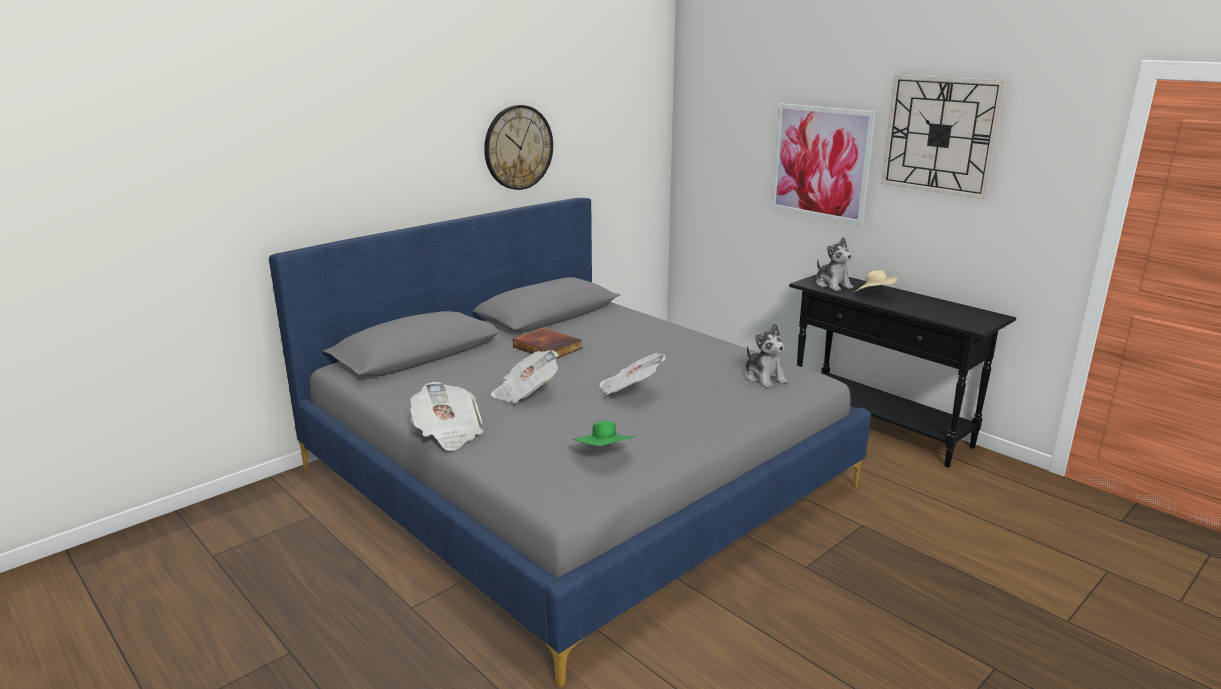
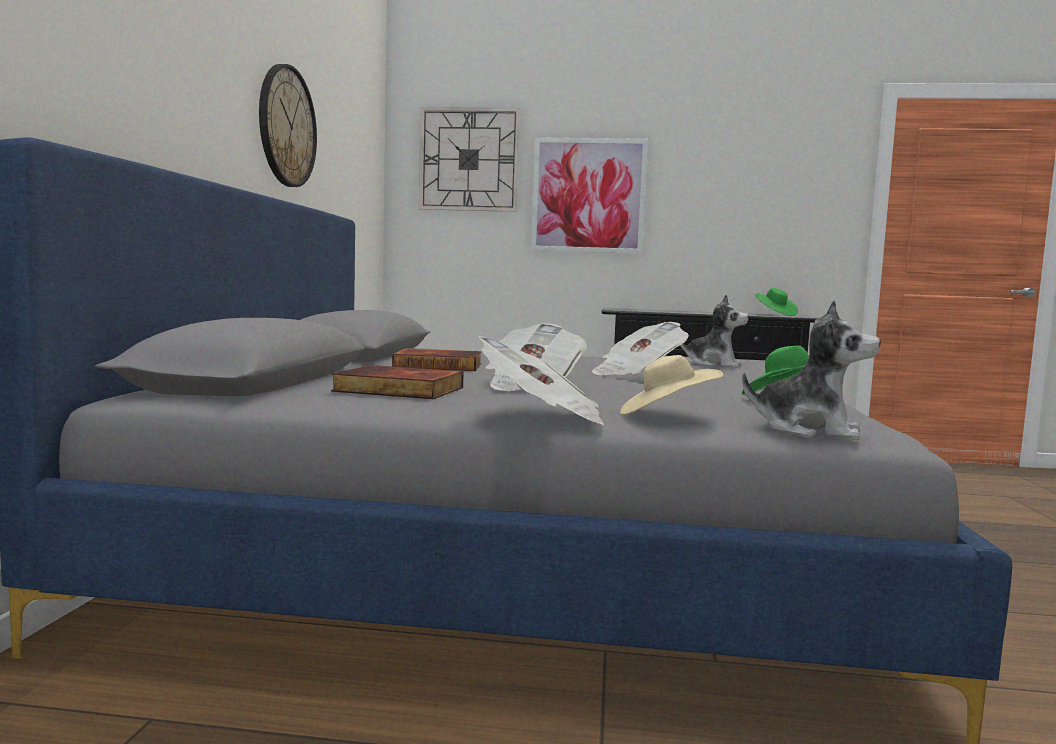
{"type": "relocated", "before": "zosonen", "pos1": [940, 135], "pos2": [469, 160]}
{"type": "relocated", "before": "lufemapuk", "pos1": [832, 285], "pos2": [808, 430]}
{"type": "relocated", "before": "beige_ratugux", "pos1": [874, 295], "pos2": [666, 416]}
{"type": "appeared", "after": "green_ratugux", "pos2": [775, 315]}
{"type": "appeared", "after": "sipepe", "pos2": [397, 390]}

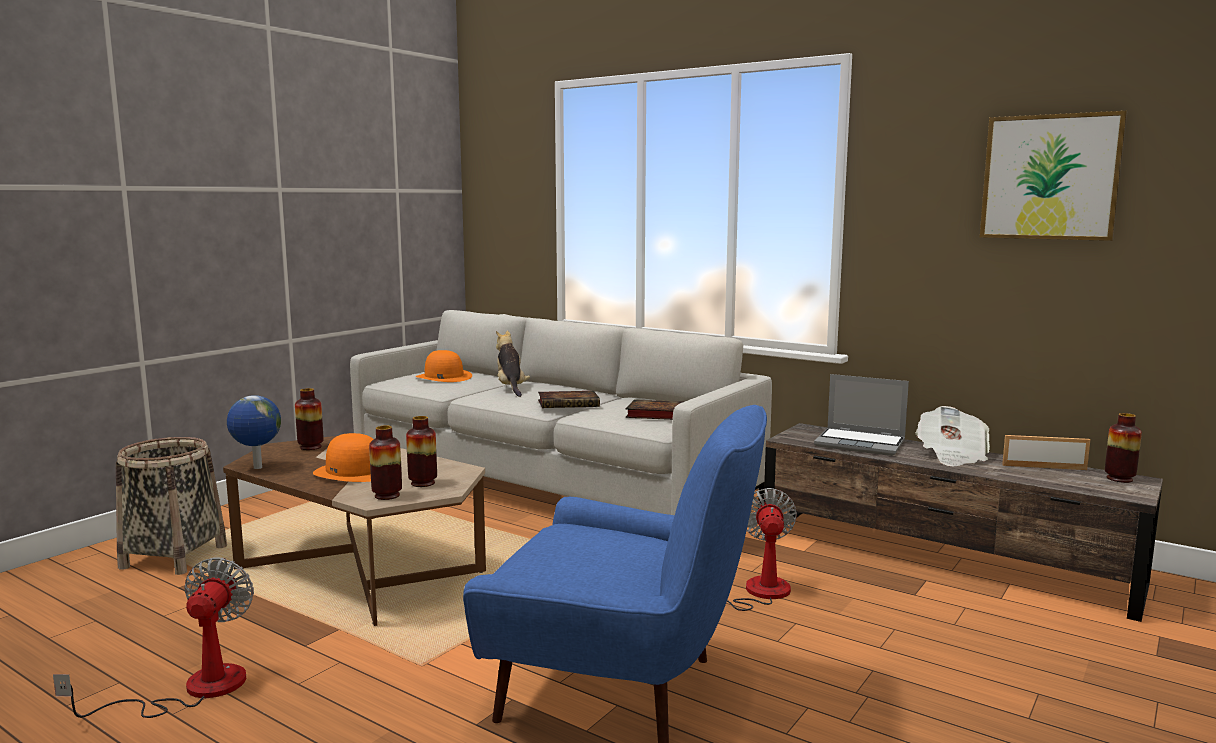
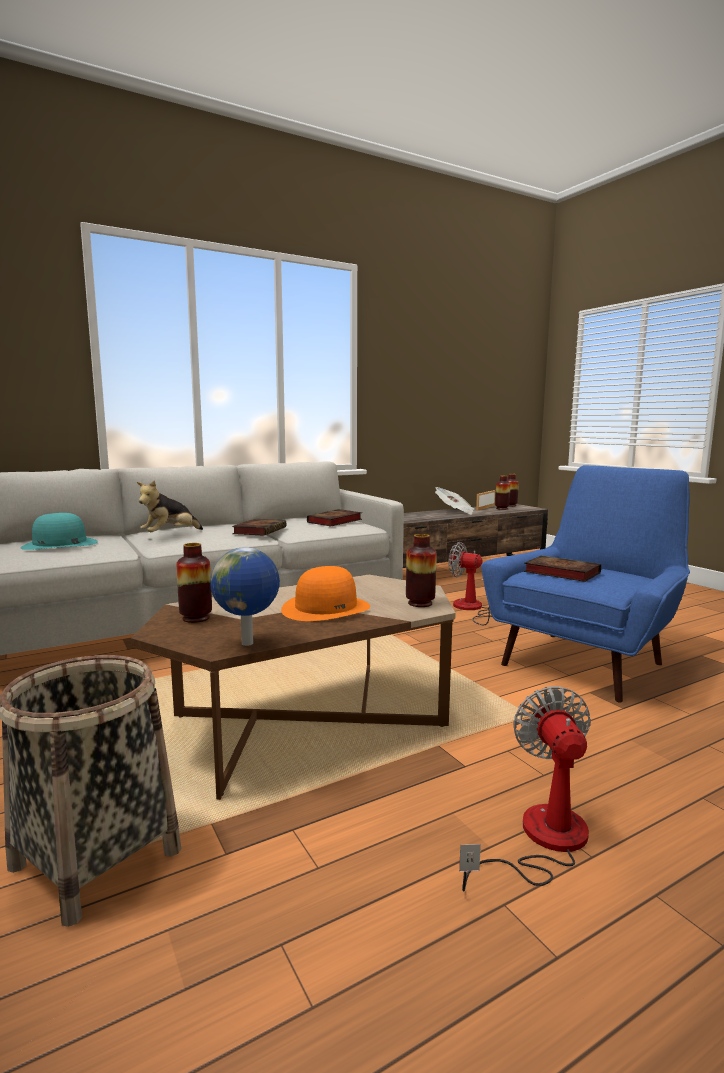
{"type": "missing", "before": "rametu", "pos1": [1050, 177]}
{"type": "spun", "before": "lufemapuk", "pos1": [511, 388], "pos2": [170, 535], "turn": -60}
{"type": "colour", "before": "orange_ratugux", "after": "turquoise_ratugux", "pos1": [443, 377], "pos2": [59, 544]}
{"type": "missing", "before": "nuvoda", "pos1": [861, 443]}
{"type": "relocated", "before": "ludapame", "pos1": [423, 483], "pos2": [502, 508]}
{"type": "spun", "before": "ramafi", "pos1": [193, 690], "pos2": [541, 841], "turn": 60}
{"type": "appeared", "after": "sipepe", "pos2": [559, 572]}

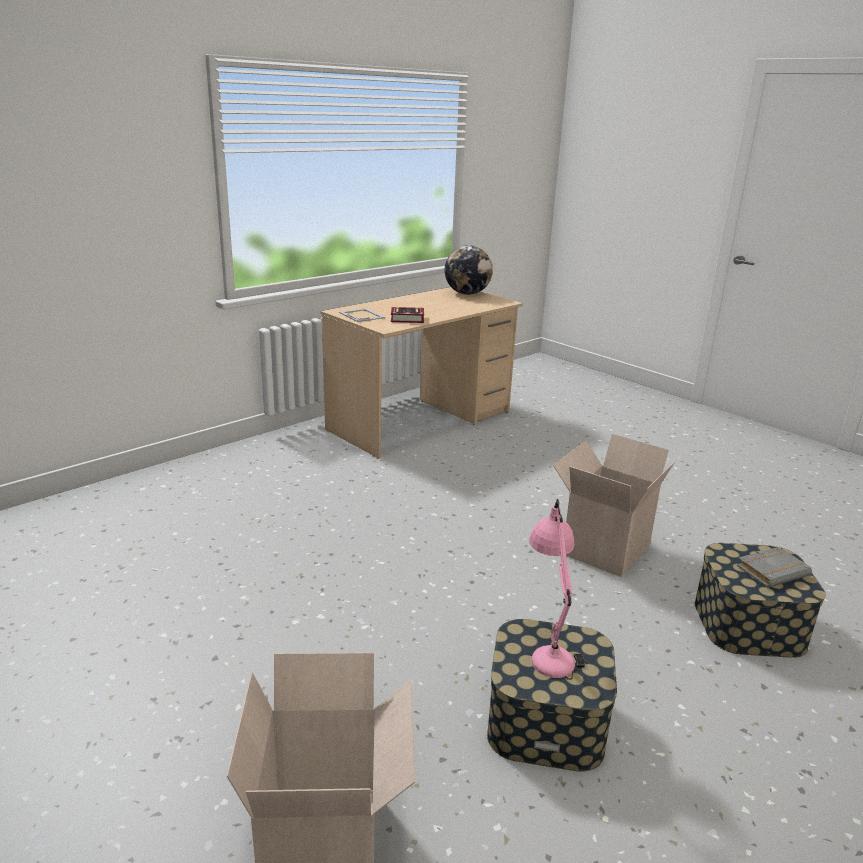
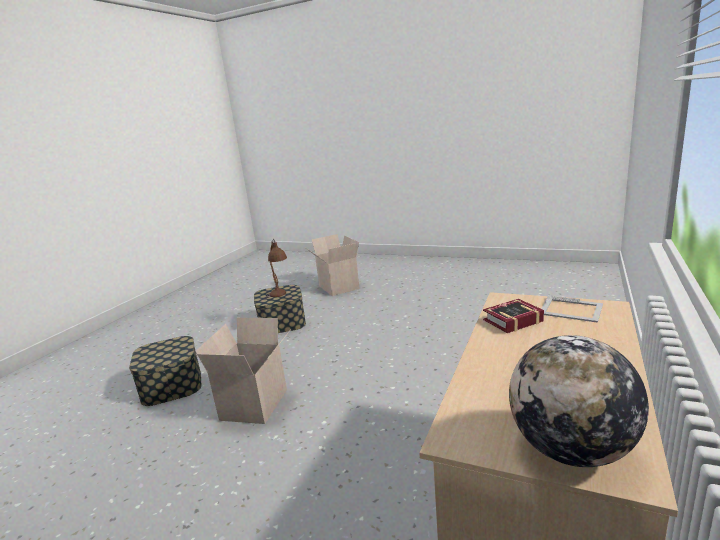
{"type": "colour", "before": "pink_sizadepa", "after": "brown_sizadepa", "pos1": [549, 646], "pos2": [280, 296]}
{"type": "missing", "before": "grey_sipepe", "pos1": [772, 570]}

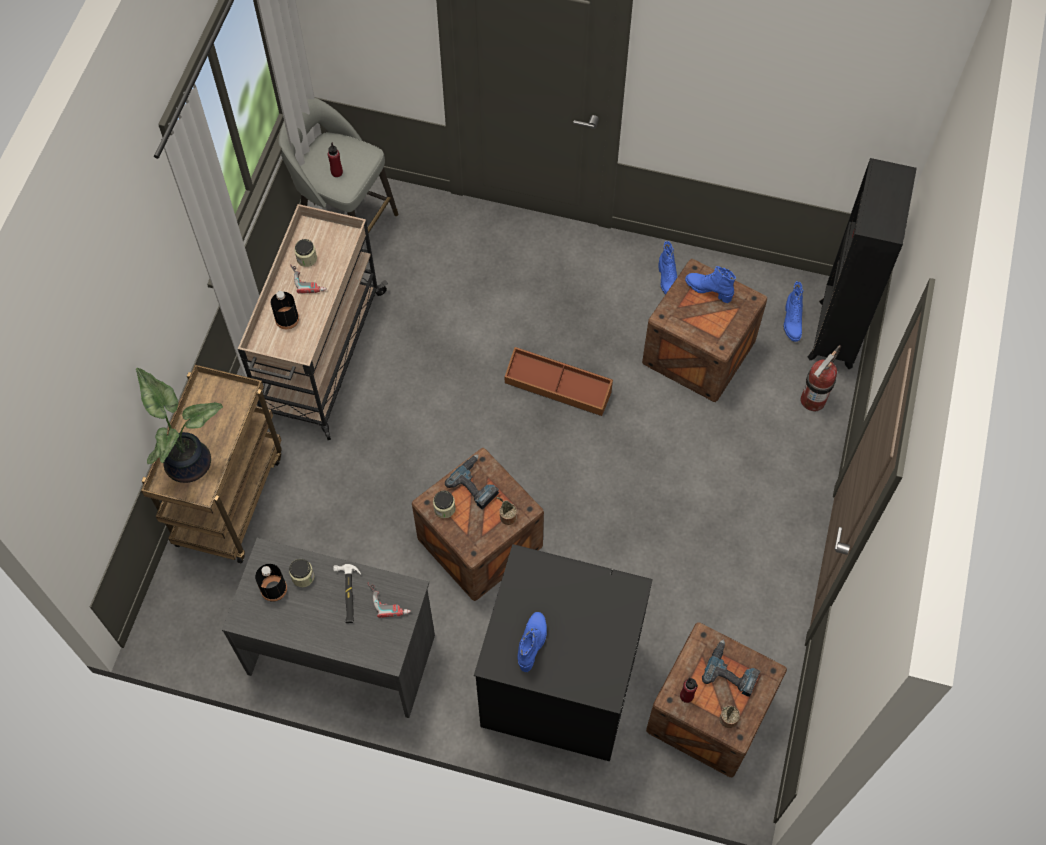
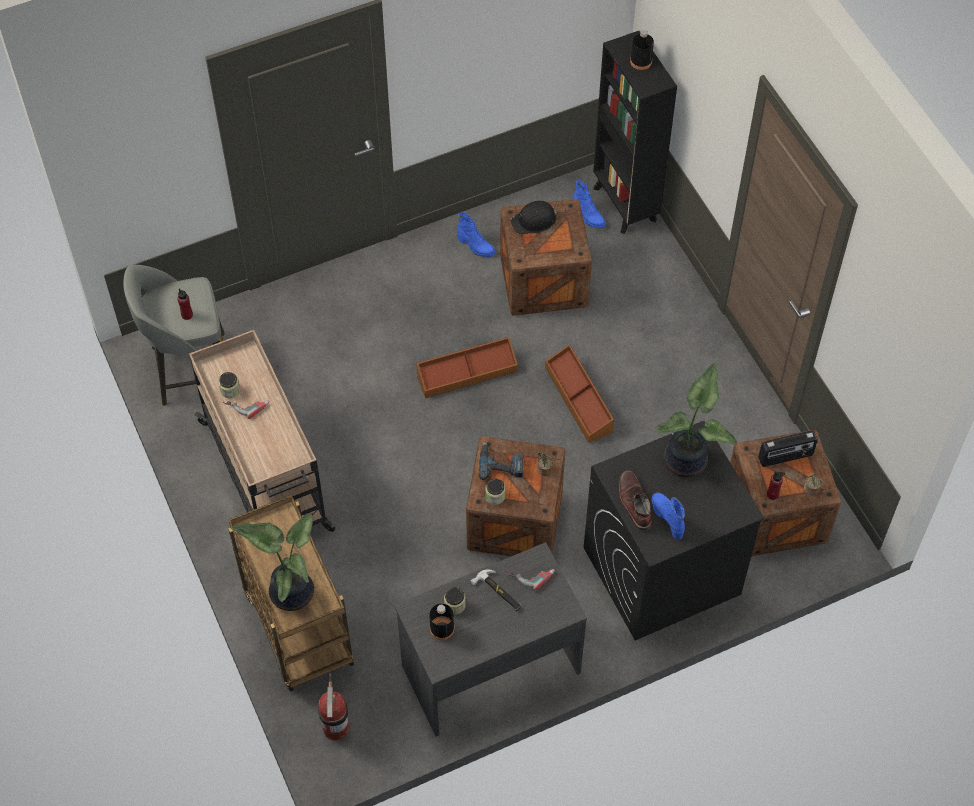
{"type": "exchanged", "before": "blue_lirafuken", "after": "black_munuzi", "pos1": [708, 290], "pos2": [534, 220]}
{"type": "relocated", "before": "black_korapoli", "pos1": [287, 319], "pos2": [641, 61]}
{"type": "relocated", "before": "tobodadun", "pos1": [813, 400], "pos2": [336, 728]}
{"type": "exchanged", "before": "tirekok", "after": "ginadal", "pos1": [732, 671], "pos2": [785, 457]}
{"type": "appeared", "after": "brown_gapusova", "pos2": [579, 399]}
{"type": "appeared", "after": "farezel", "pos2": [688, 459]}
{"type": "appeared", "after": "brown_lirafuken", "pos2": [634, 503]}

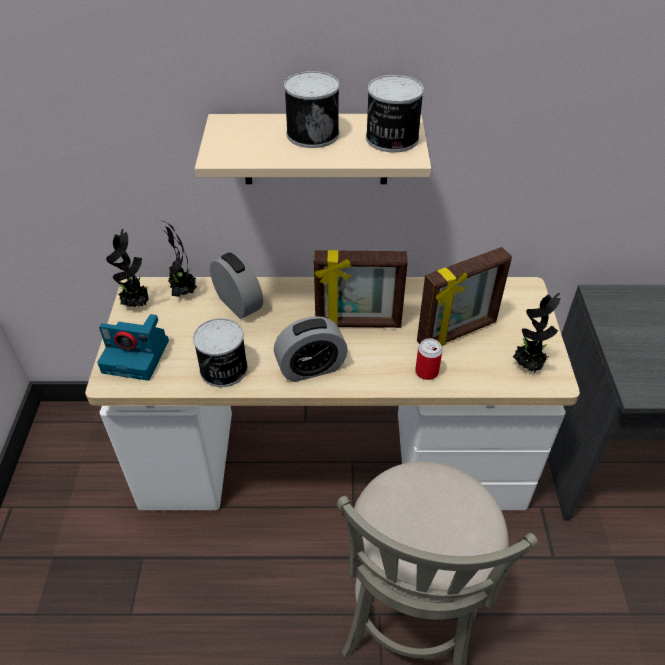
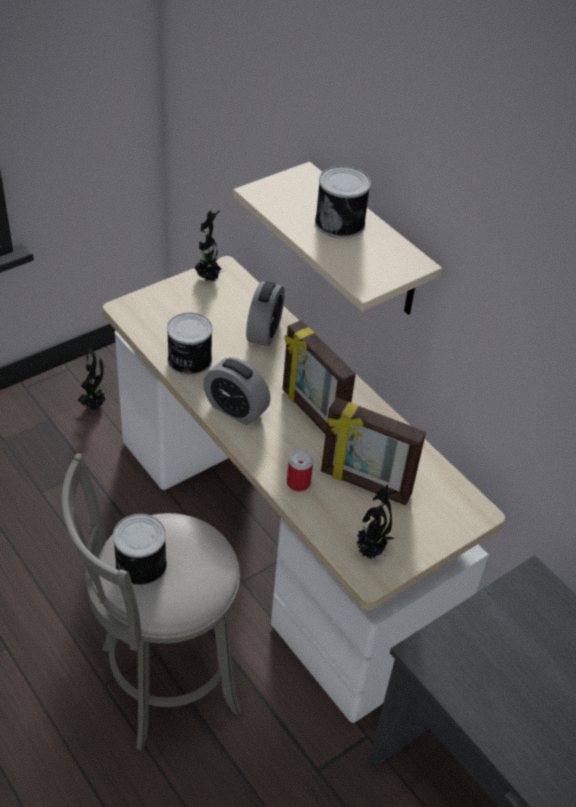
{"type": "relocated", "before": "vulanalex", "pos1": [391, 139], "pos2": [139, 565]}
{"type": "relocated", "before": "farezel", "pos1": [183, 292], "pos2": [94, 404]}
{"type": "missing", "before": "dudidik", "pos1": [137, 356]}

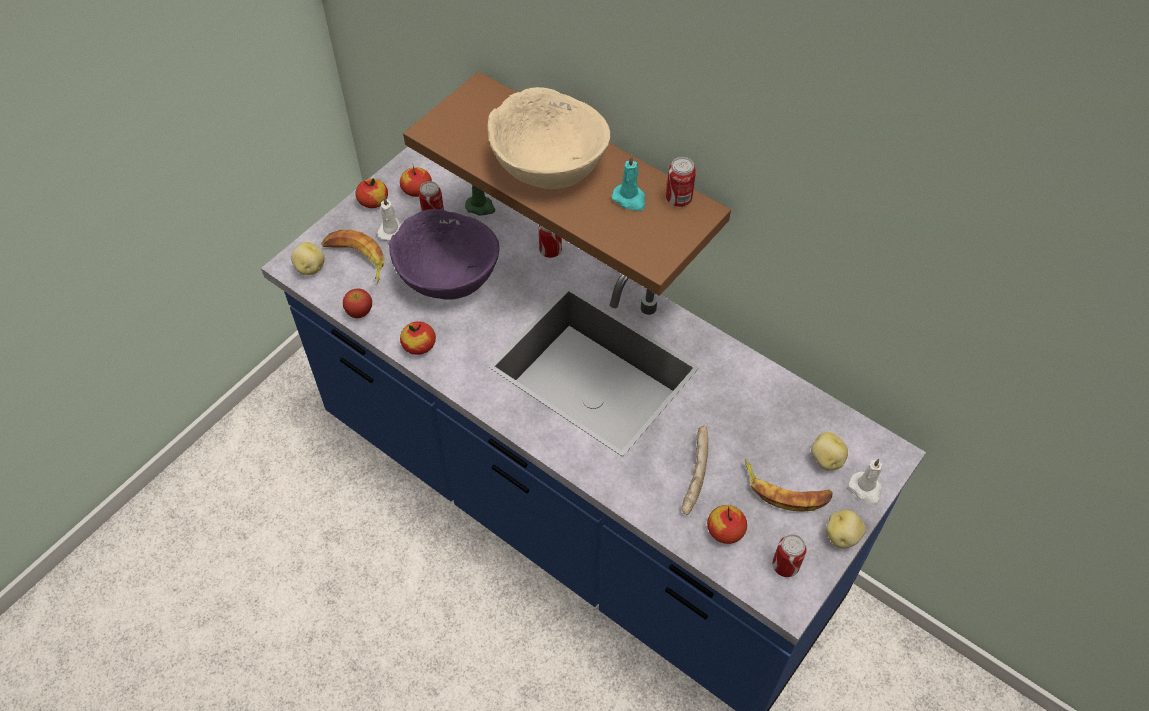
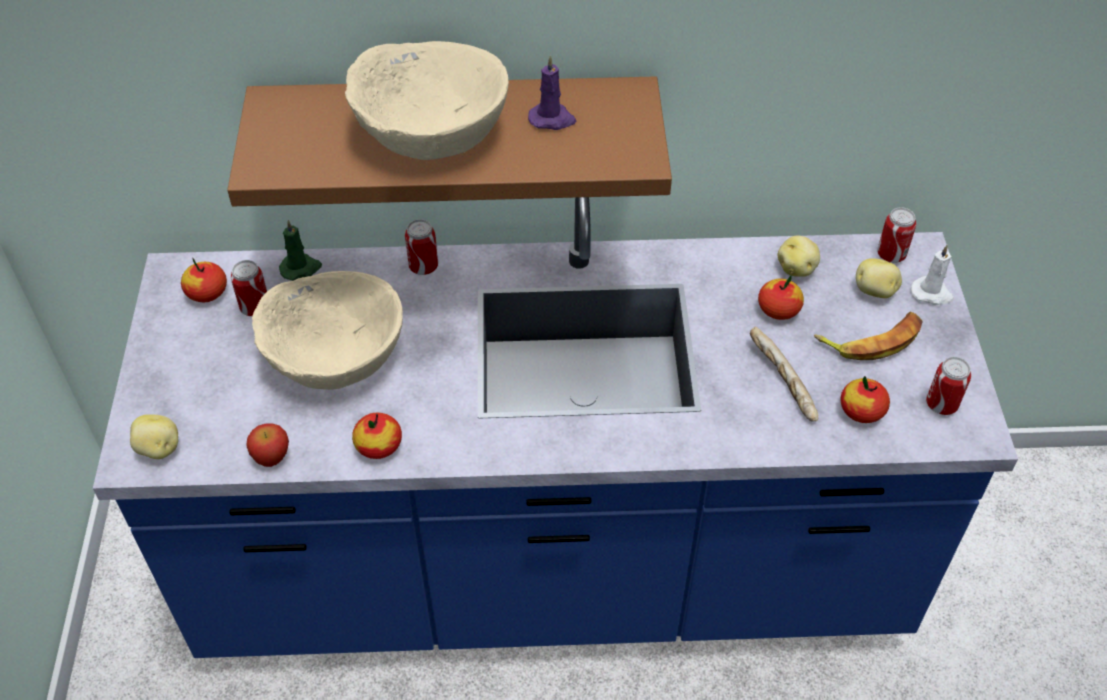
{"type": "colour", "before": "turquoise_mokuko", "after": "purple_mokuko", "pos1": [630, 199], "pos2": [552, 119]}
{"type": "relocated", "before": "vulanalex", "pos1": [678, 199], "pos2": [891, 255]}
{"type": "relocated", "before": "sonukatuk", "pos1": [373, 201], "pos2": [778, 310]}
{"type": "missing", "before": "white_mokuko", "pos1": [391, 230]}
{"type": "colour", "before": "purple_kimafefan", "after": "beige_kimafefan", "pos1": [448, 274], "pos2": [335, 355]}
{"type": "missing", "before": "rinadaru", "pos1": [356, 259]}
{"type": "relocated", "before": "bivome", "pos1": [842, 536], "pos2": [797, 268]}

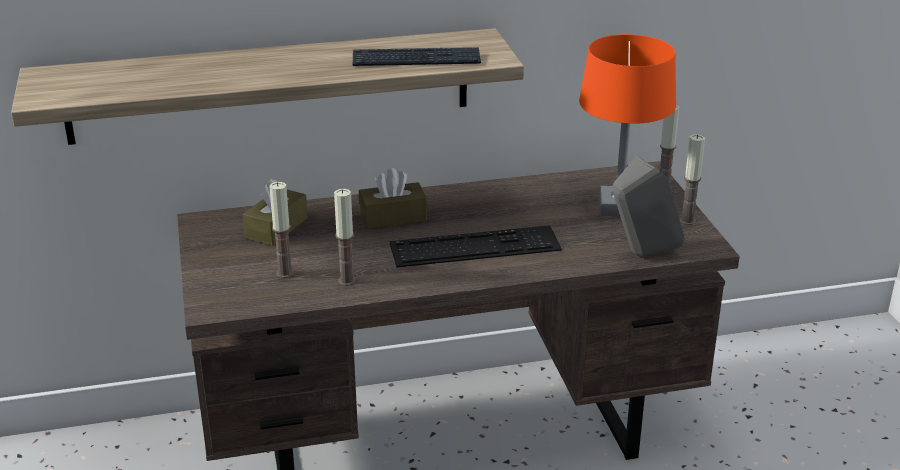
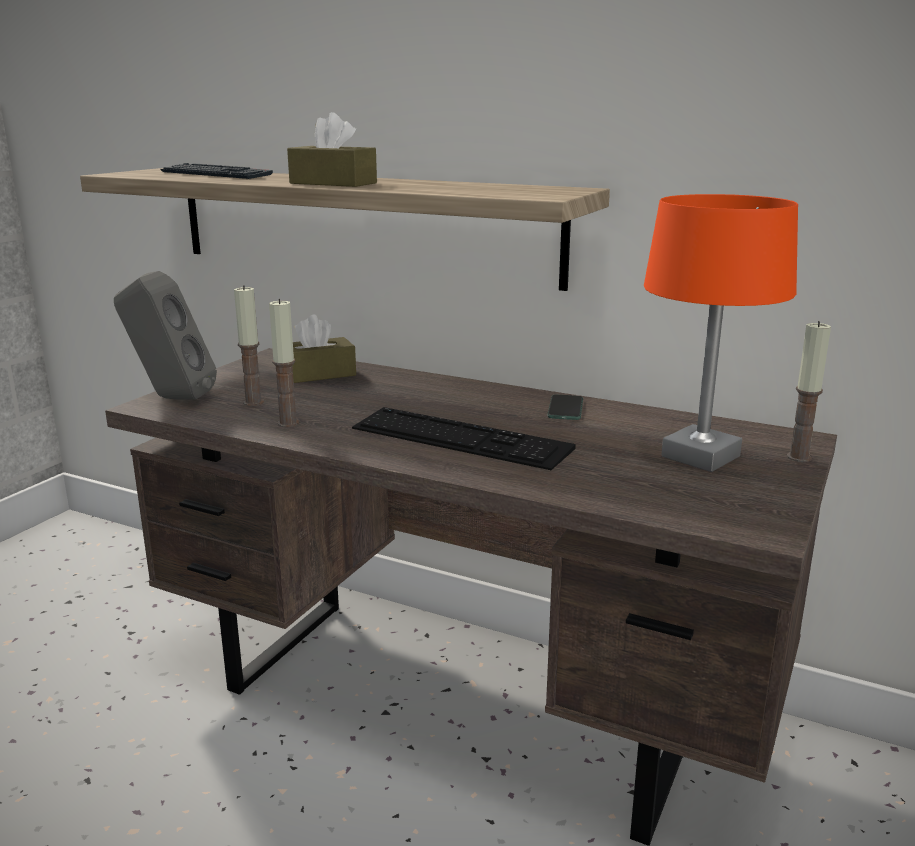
{"type": "relocated", "before": "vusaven", "pos1": [416, 59], "pos2": [215, 174]}
{"type": "missing", "before": "mokuko", "pos1": [687, 221]}
{"type": "relocated", "before": "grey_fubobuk", "pos1": [641, 255], "pos2": [170, 398]}
{"type": "relocated", "before": "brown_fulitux", "pos1": [393, 217], "pos2": [333, 183]}
{"type": "appeared", "after": "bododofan", "pos2": [565, 409]}

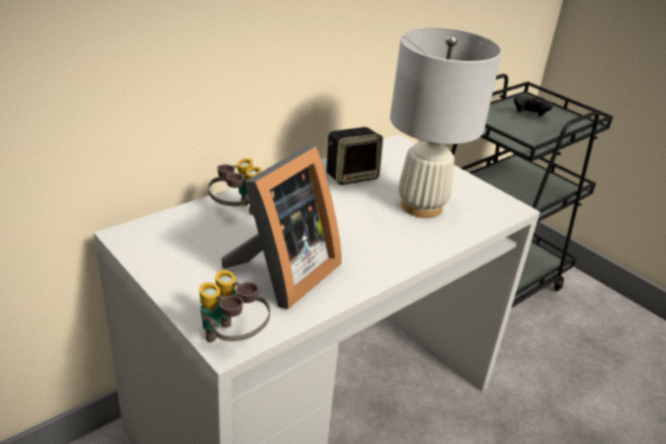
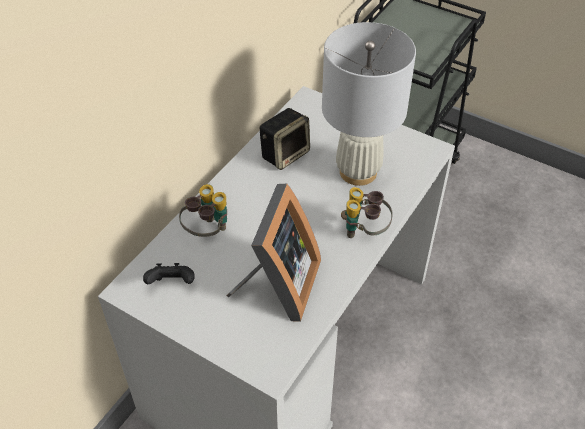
{"type": "relocated", "before": "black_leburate", "pos1": [529, 116], "pos2": [172, 284]}
{"type": "relocated", "before": "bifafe", "pos1": [232, 339], "pos2": [364, 231]}

